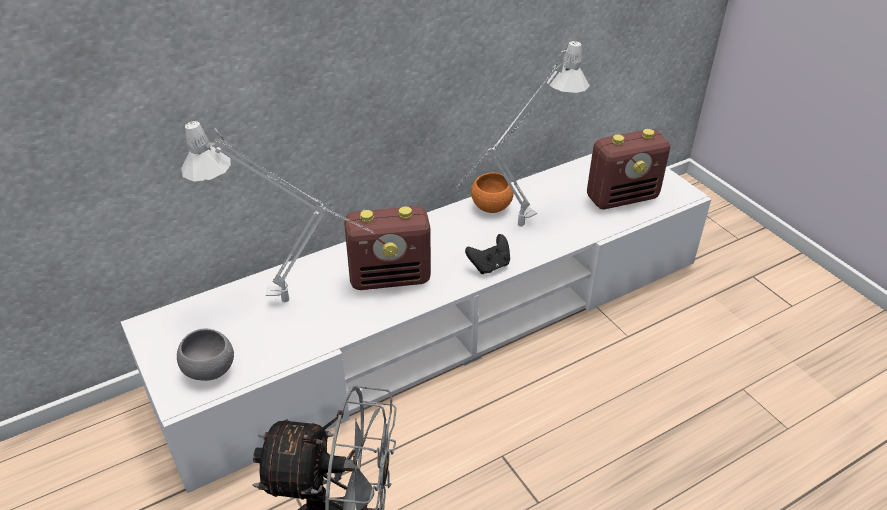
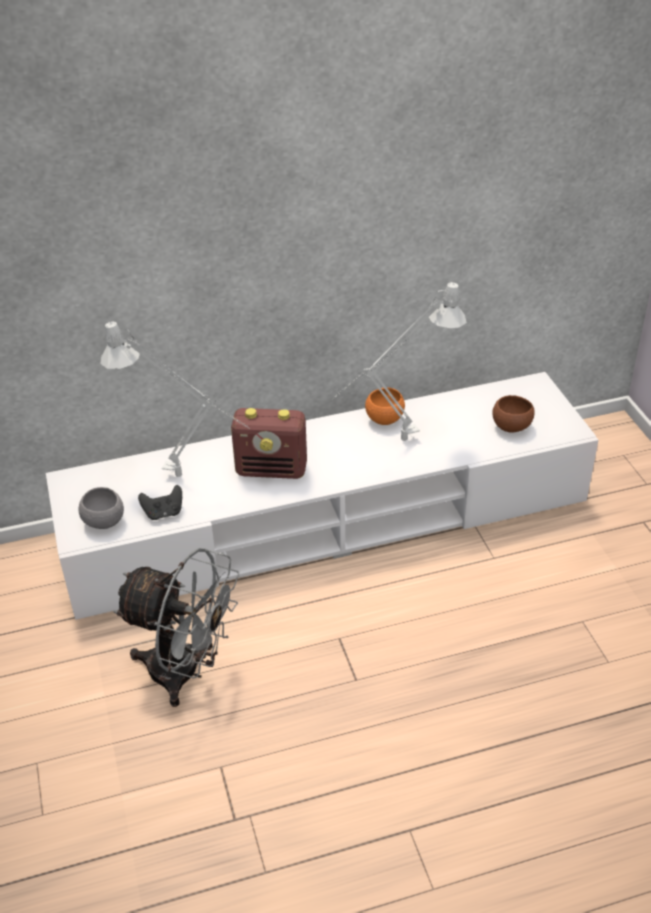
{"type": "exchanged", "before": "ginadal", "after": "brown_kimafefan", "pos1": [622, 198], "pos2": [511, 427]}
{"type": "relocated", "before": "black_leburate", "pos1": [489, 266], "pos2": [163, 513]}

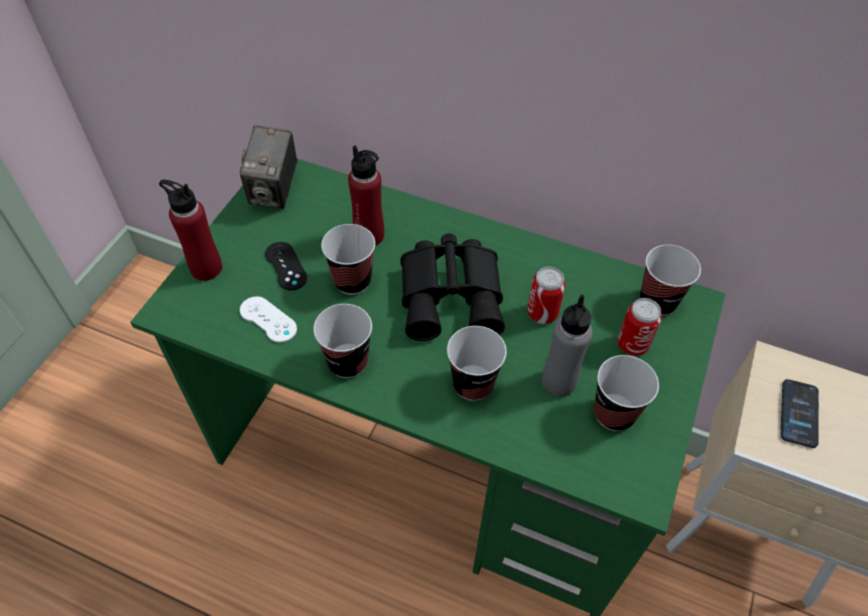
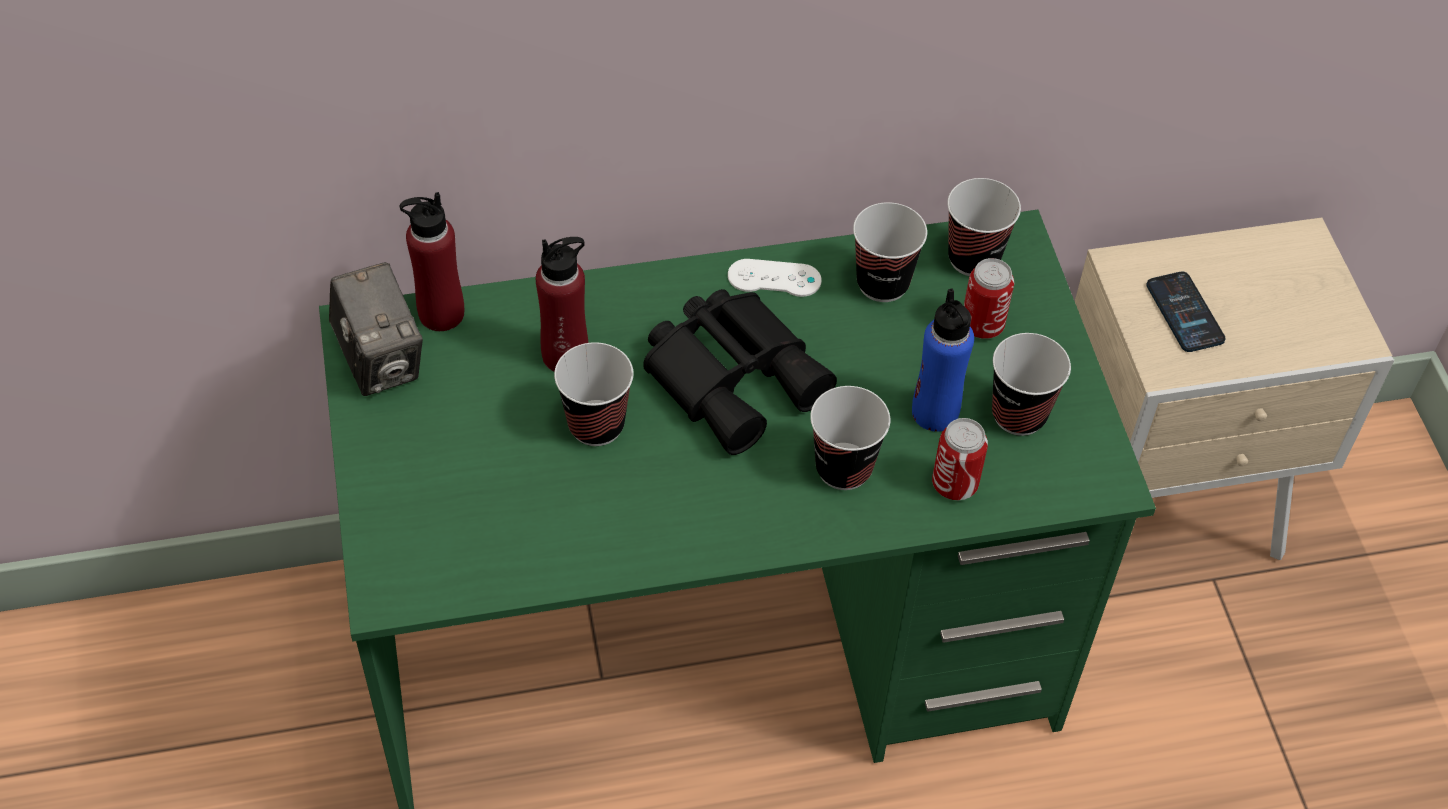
{"type": "relocated", "before": "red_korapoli", "pos1": [206, 268], "pos2": [441, 313]}
{"type": "missing", "before": "black_leburate", "pos1": [286, 266]}
{"type": "relocated", "before": "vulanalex", "pos1": [542, 313], "pos2": [954, 484]}
{"type": "colour", "before": "grey_korapoli", "after": "blue_korapoli", "pos1": [558, 382], "pos2": [935, 413]}
{"type": "relocated", "before": "white_leburate", "pos1": [268, 319], "pos2": [774, 278]}
{"type": "relocated", "before": "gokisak", "pos1": [347, 362], "pos2": [882, 283]}

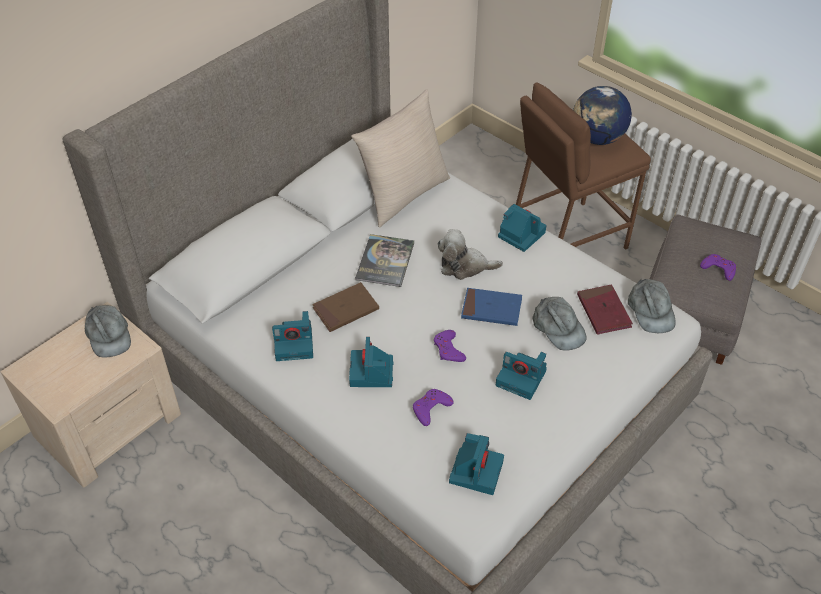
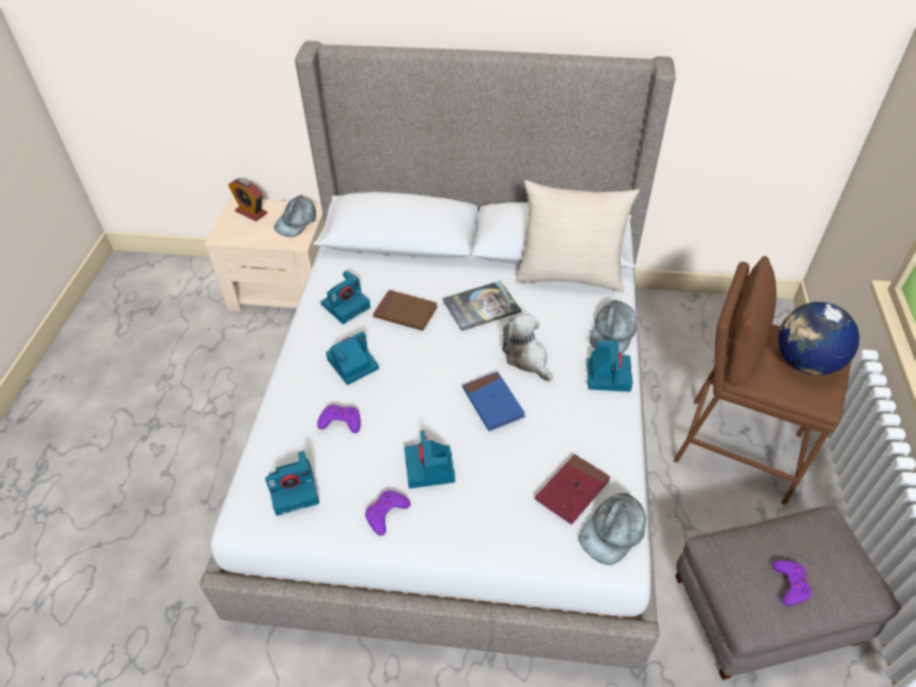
{"type": "relocated", "before": "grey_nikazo", "pos1": [558, 328], "pos2": [612, 332]}
{"type": "spun", "before": "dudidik", "pos1": [295, 343], "pos2": [346, 305], "turn": -90}
{"type": "relocated", "before": "purple_leburate", "pos1": [448, 349], "pos2": [386, 513]}
{"type": "appeared", "after": "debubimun", "pos2": [251, 212]}

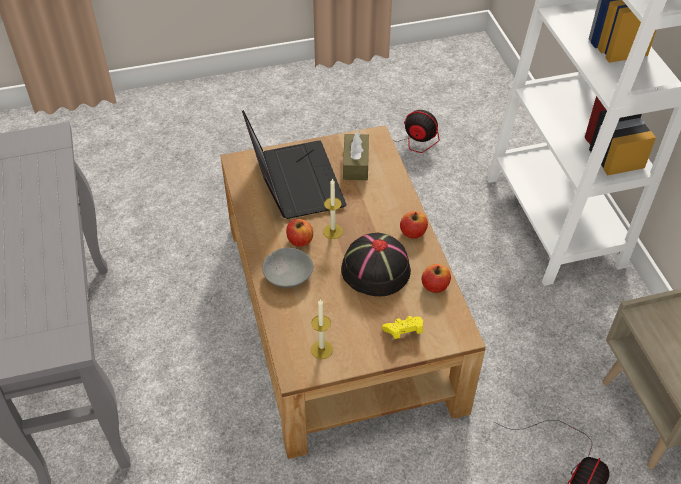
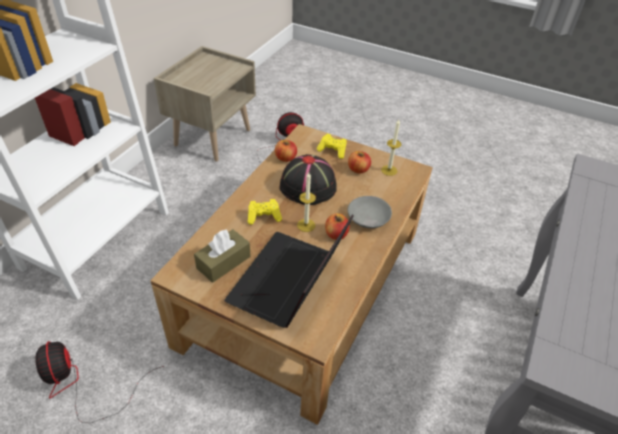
{"type": "relocated", "before": "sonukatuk", "pos1": [413, 233], "pos2": [358, 169]}
{"type": "appeared", "after": "yellow_leburate", "pos2": [264, 217]}

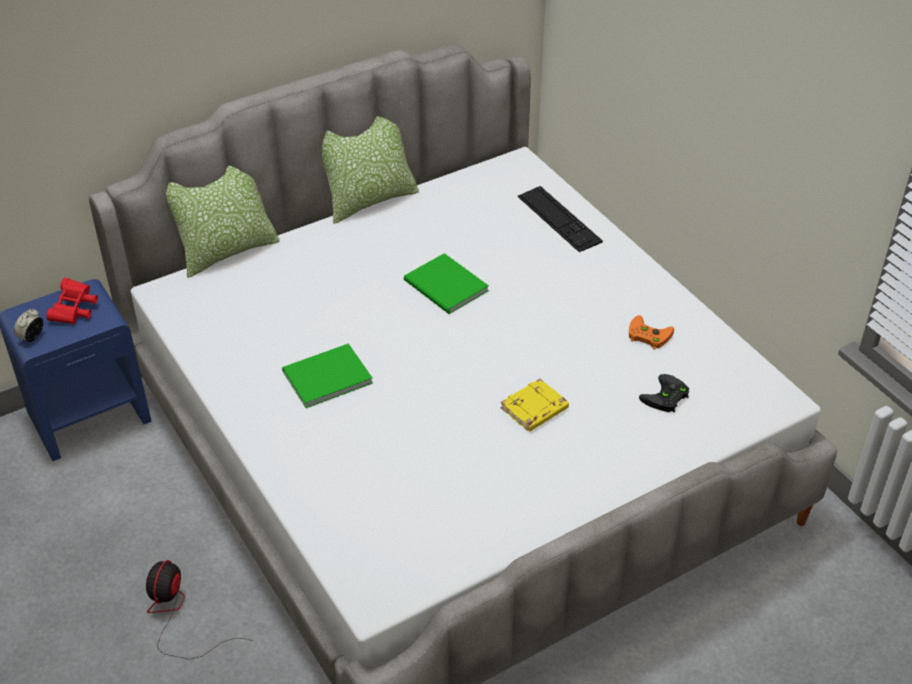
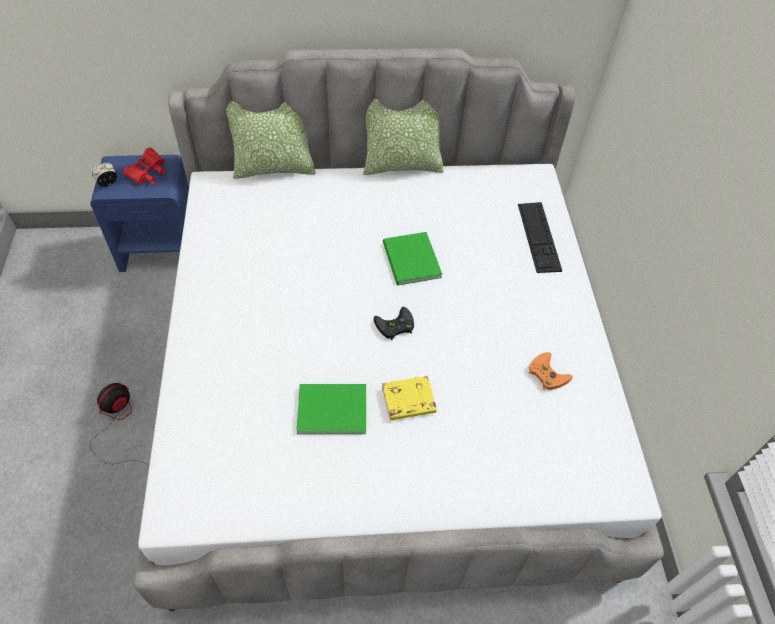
{"type": "relocated", "before": "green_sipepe", "pos1": [324, 377], "pos2": [330, 408]}
{"type": "relocated", "before": "black_leburate", "pos1": [666, 398], "pos2": [394, 326]}

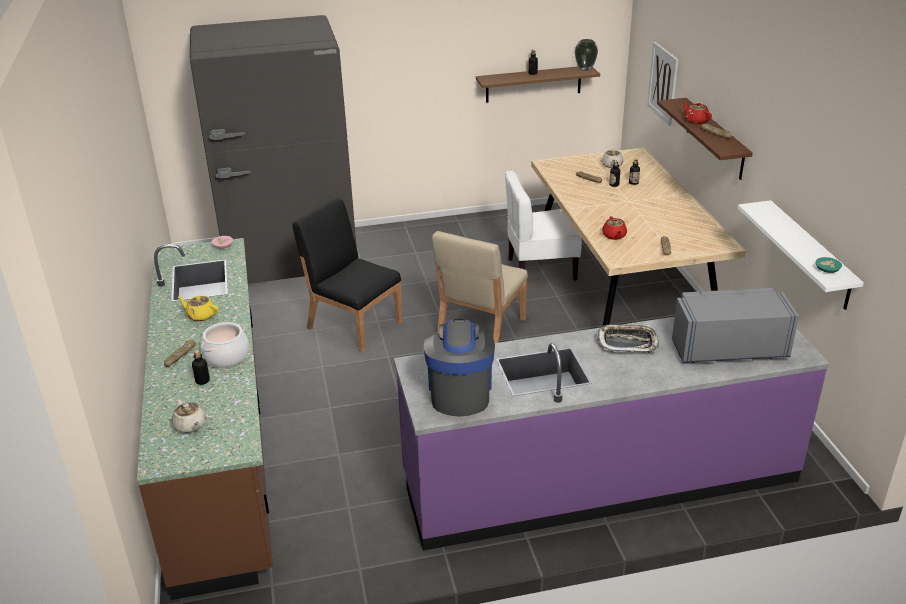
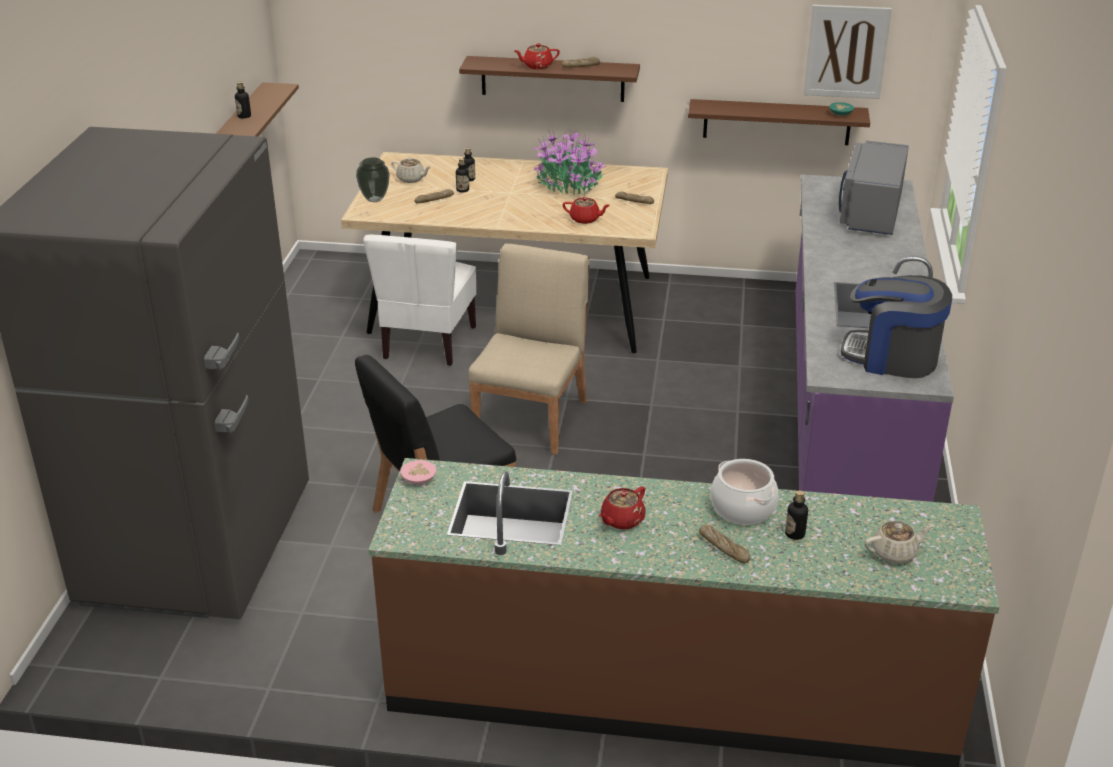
{"type": "relocated", "before": "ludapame", "pos1": [584, 69], "pos2": [374, 199]}
{"type": "relocated", "before": "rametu", "pos1": [663, 83], "pos2": [846, 51]}
{"type": "colour", "before": "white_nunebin", "after": "brown_nunebin", "pos1": [810, 255], "pos2": [776, 122]}
{"type": "spun", "before": "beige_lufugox", "pos1": [480, 330], "pos2": [532, 418], "turn": -120}
{"type": "colour", "before": "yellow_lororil", "after": "red_lororil", "pos1": [200, 316], "pos2": [621, 520]}
{"type": "missing", "before": "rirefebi", "pos1": [627, 342]}
{"type": "appeared", "after": "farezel", "pos2": [568, 185]}

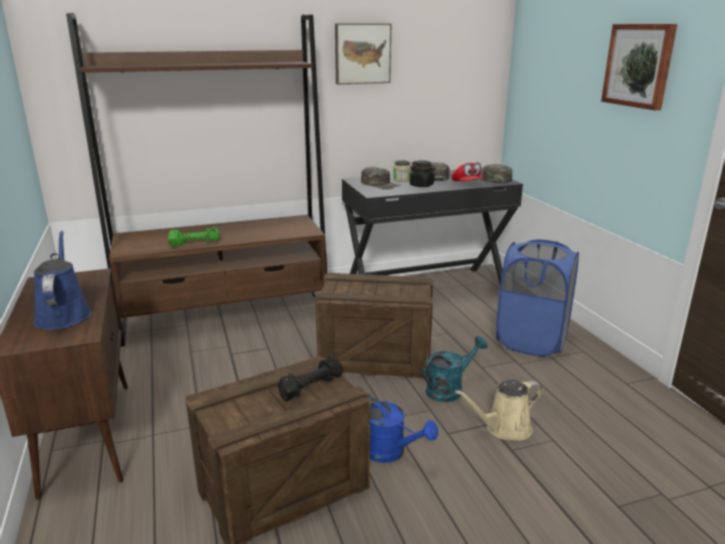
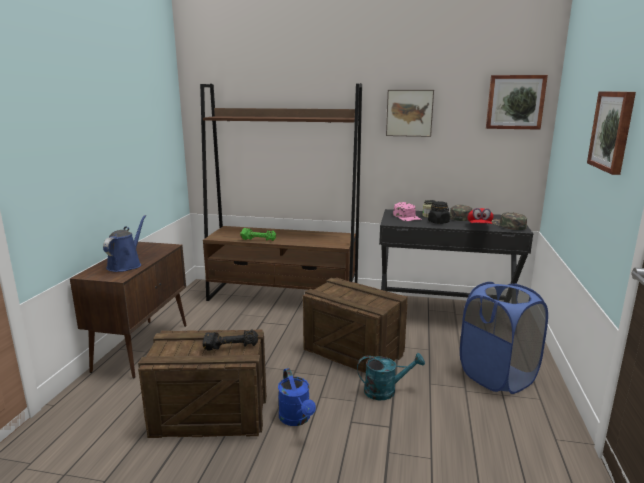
{"type": "colour", "before": "green_nikazo", "after": "pink_nikazo", "pos1": [380, 184], "pos2": [407, 217]}
{"type": "missing", "before": "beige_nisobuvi", "pos1": [504, 428]}
{"type": "appeared", "after": "rametu", "pos2": [515, 102]}

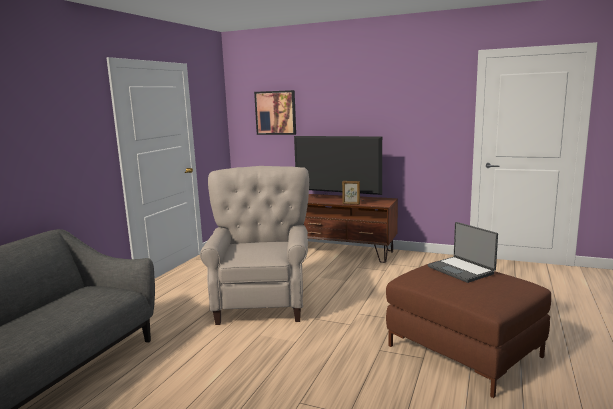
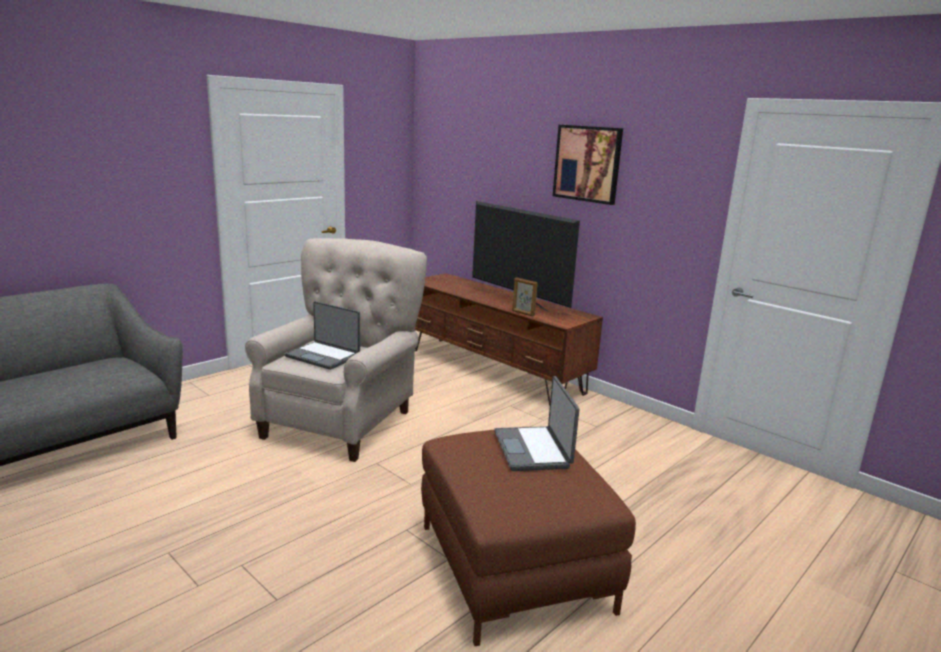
{"type": "relocated", "before": "rametu", "pos1": [275, 113], "pos2": [587, 163]}
{"type": "appeared", "after": "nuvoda", "pos2": [323, 356]}

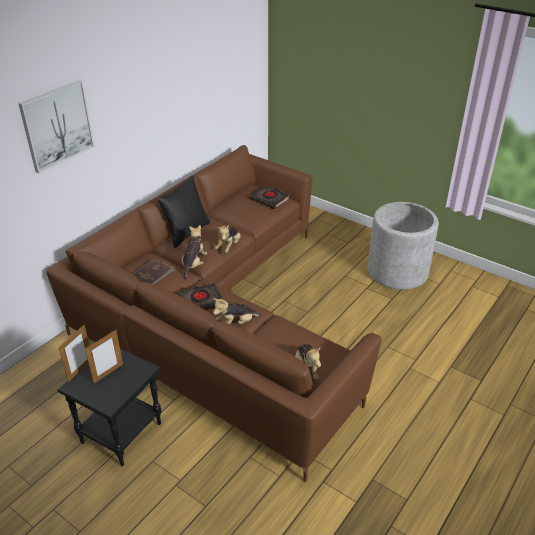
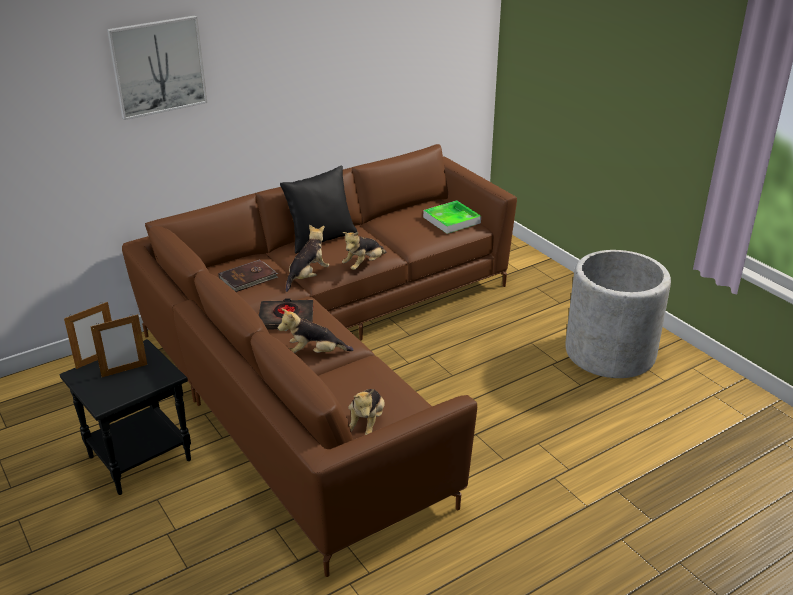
{"type": "exchanged", "before": "black_sipepe", "after": "rirefebi", "pos1": [269, 199], "pos2": [451, 220]}

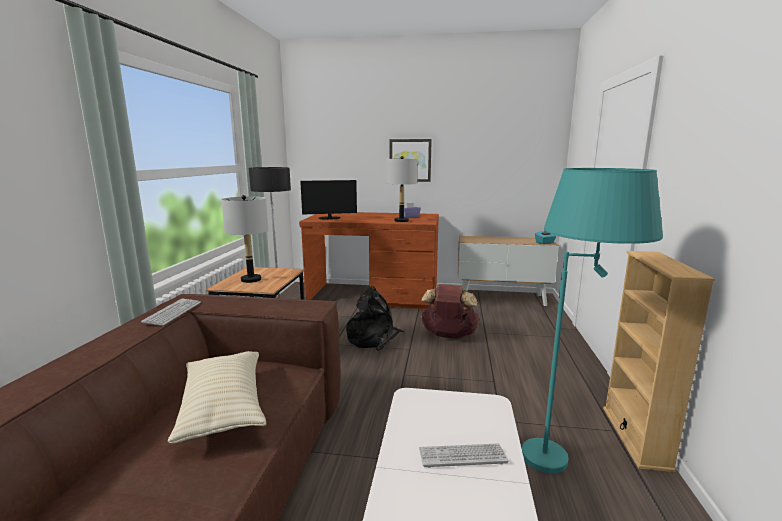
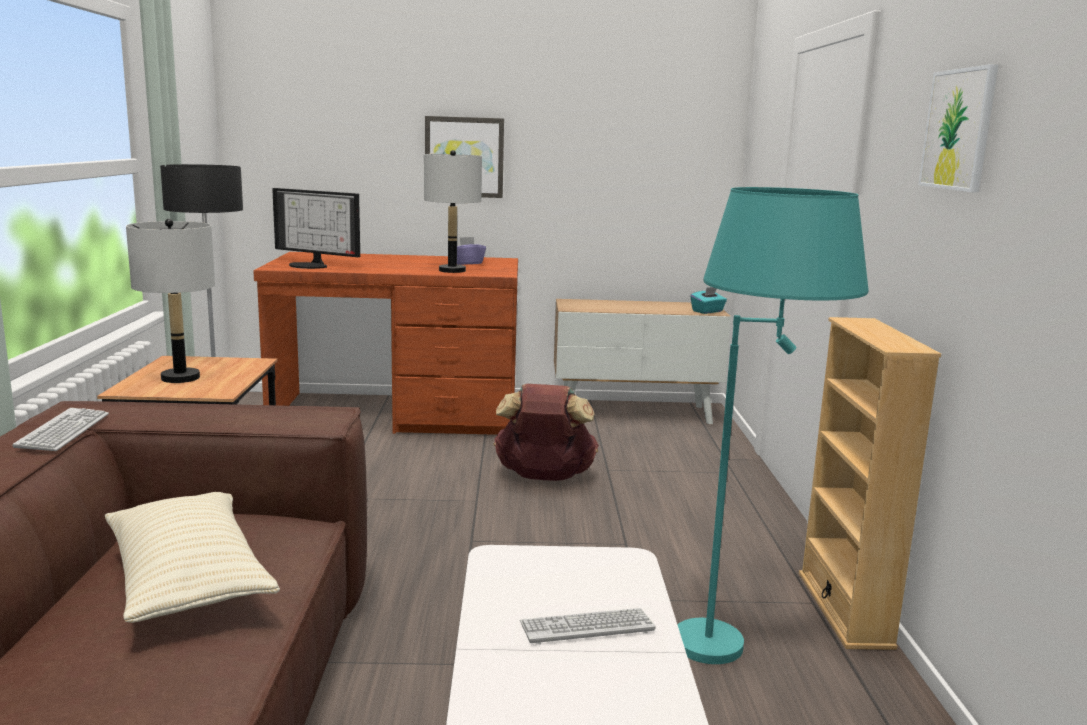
{"type": "spun", "before": "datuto", "pos1": [329, 218], "pos2": [311, 265], "turn": -135}
{"type": "missing", "before": "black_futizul", "pos1": [374, 338]}
{"type": "appeared", "after": "rametu", "pos2": [959, 129]}

